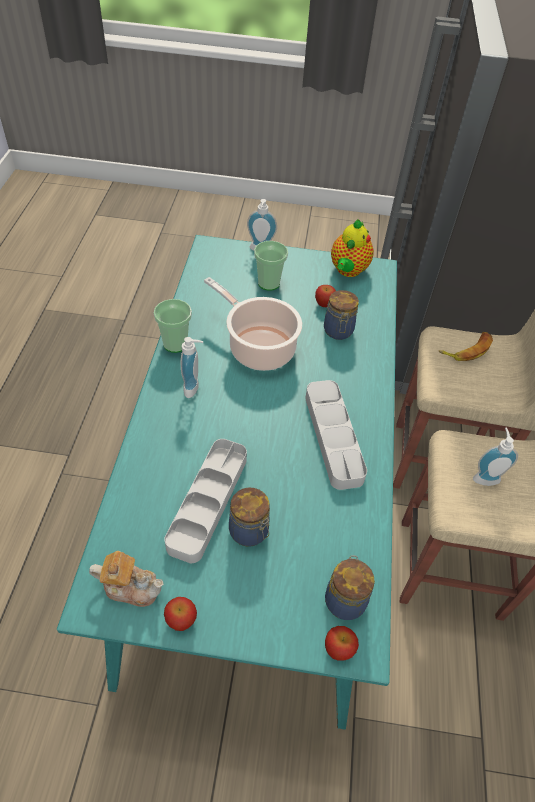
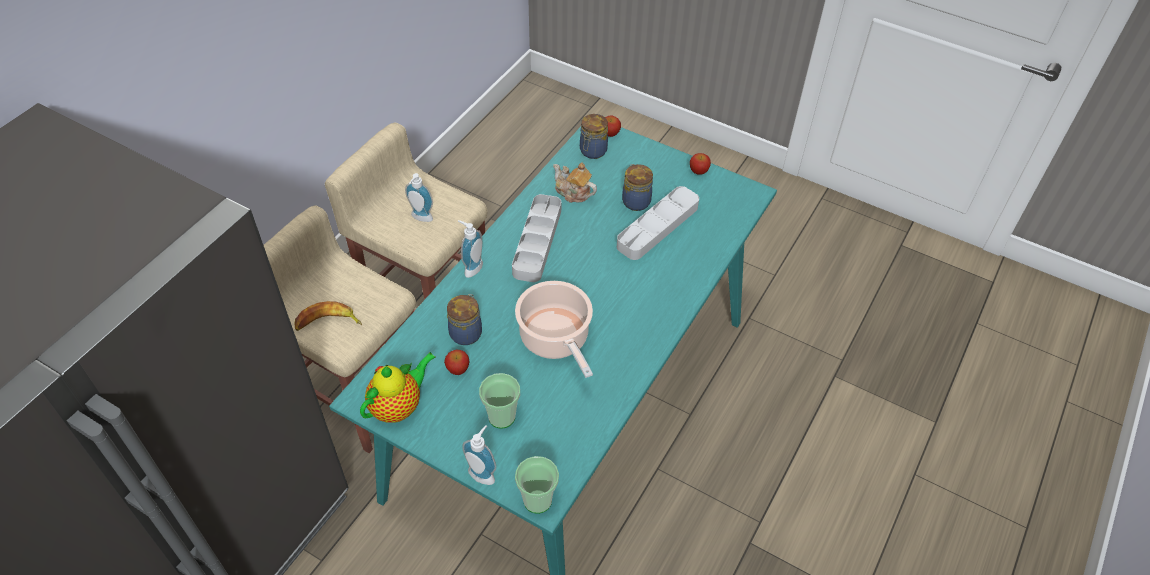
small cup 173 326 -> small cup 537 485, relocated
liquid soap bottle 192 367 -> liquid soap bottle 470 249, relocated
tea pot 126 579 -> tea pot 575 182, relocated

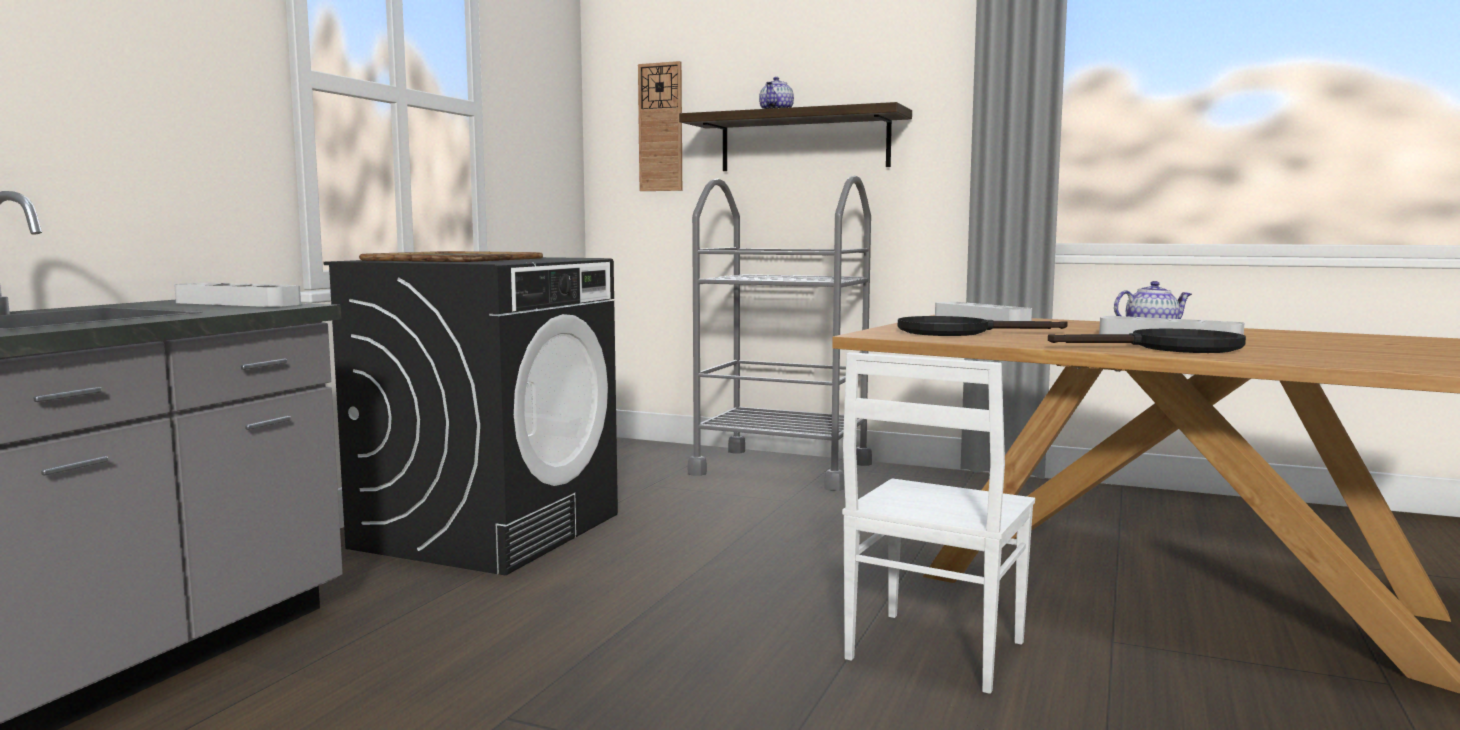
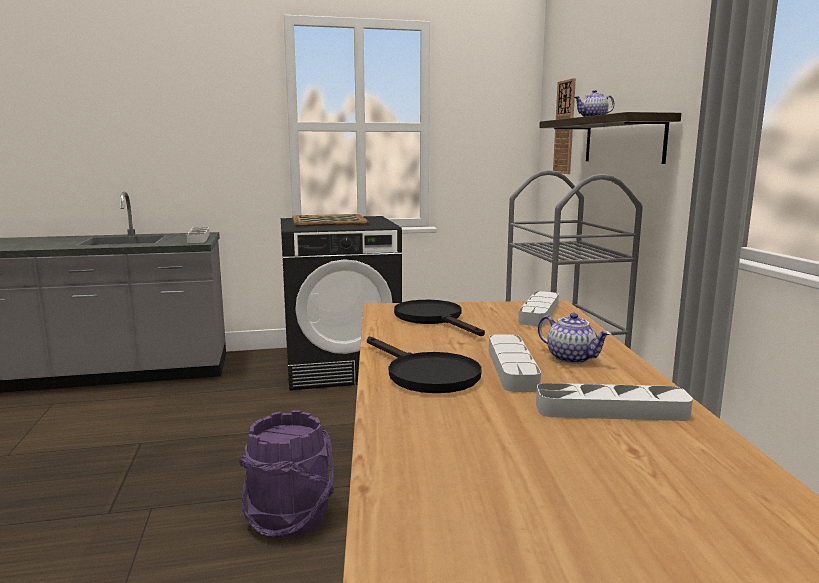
white-coloured chair 938 523 -> purple water bucket 286 474
none -> grey carrying tray 614 402

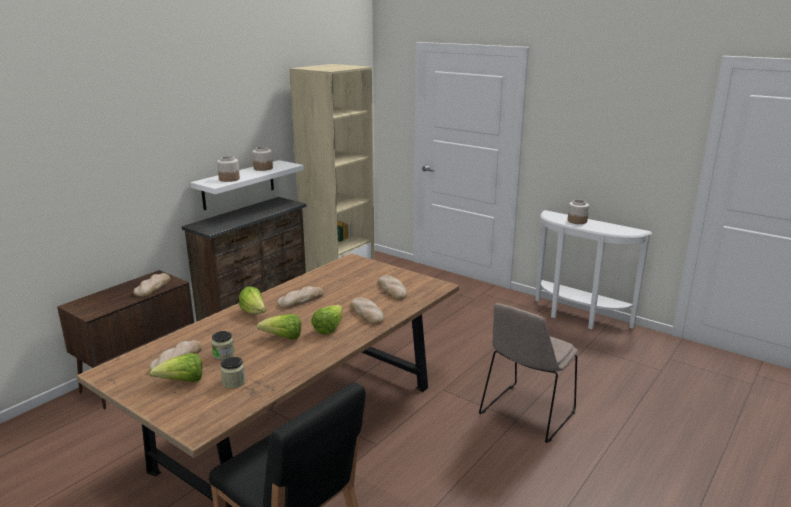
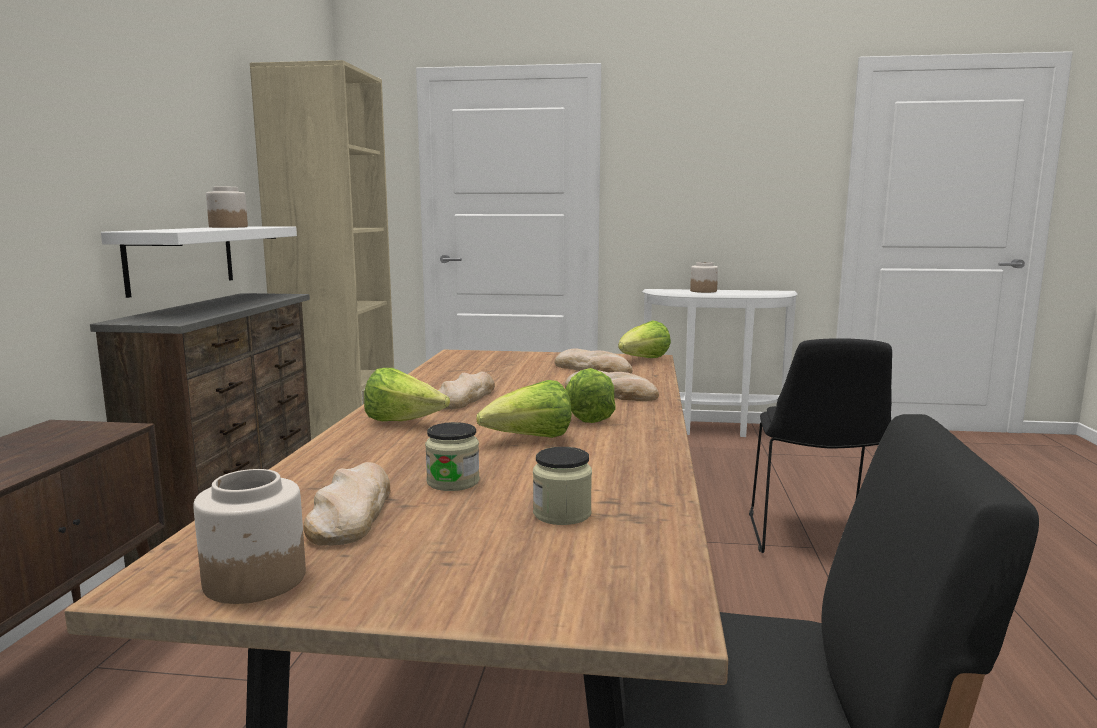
storage jar 228 169 -> storage jar 249 536, relocated
bread 152 285 -> none
beige-coloured chair 528 373 -> black-coloured chair 820 445
lettuce 176 367 -> lettuce 644 339, relocated

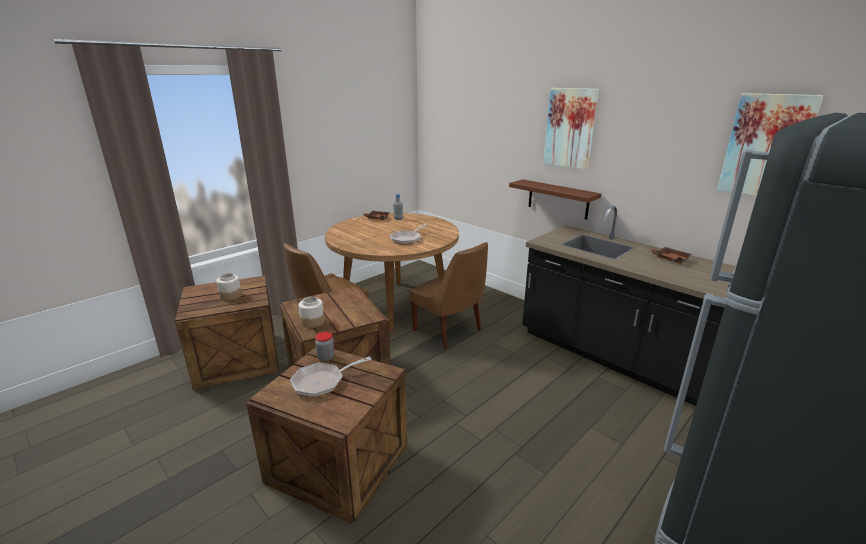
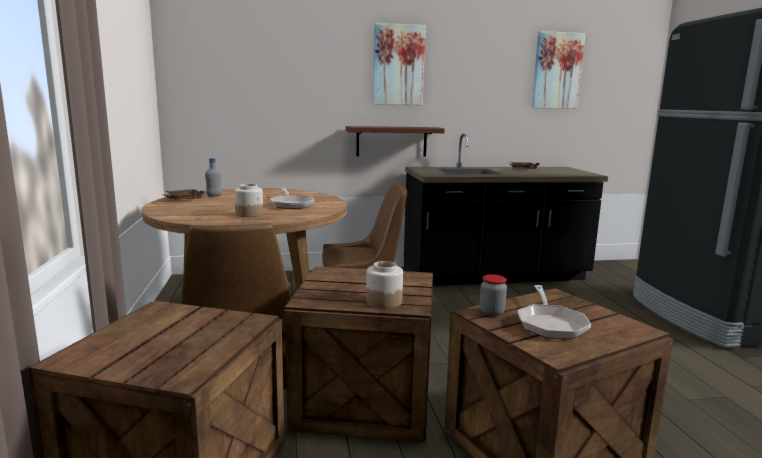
storage jar 229 287 -> storage jar 248 200, relocated

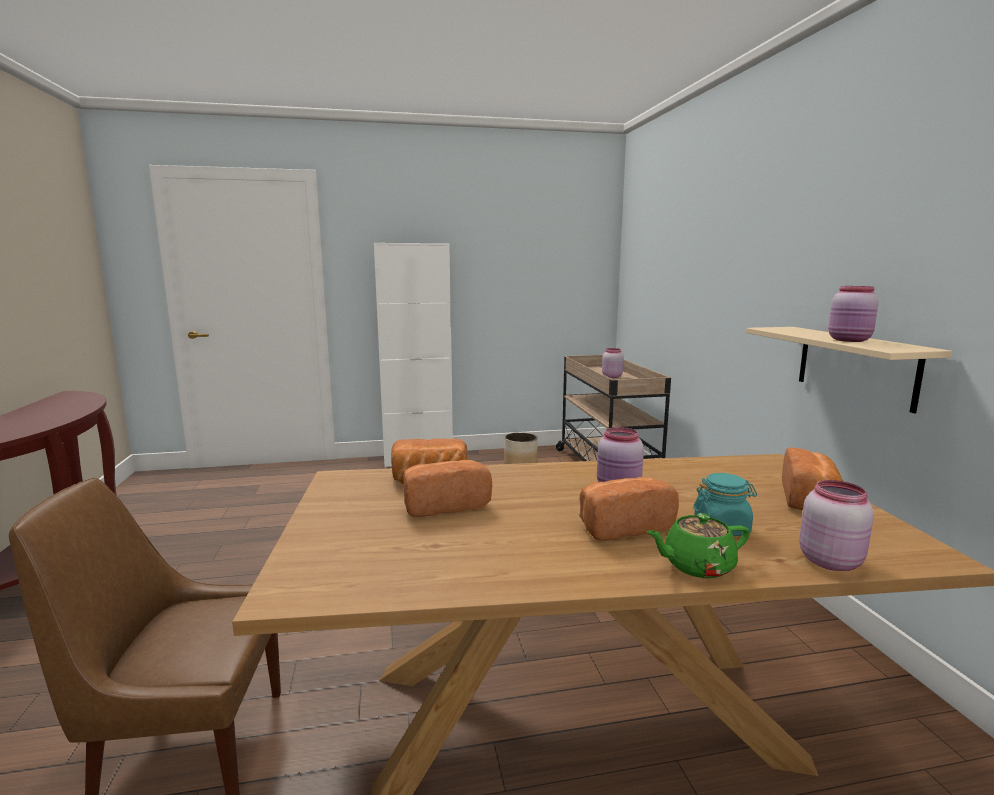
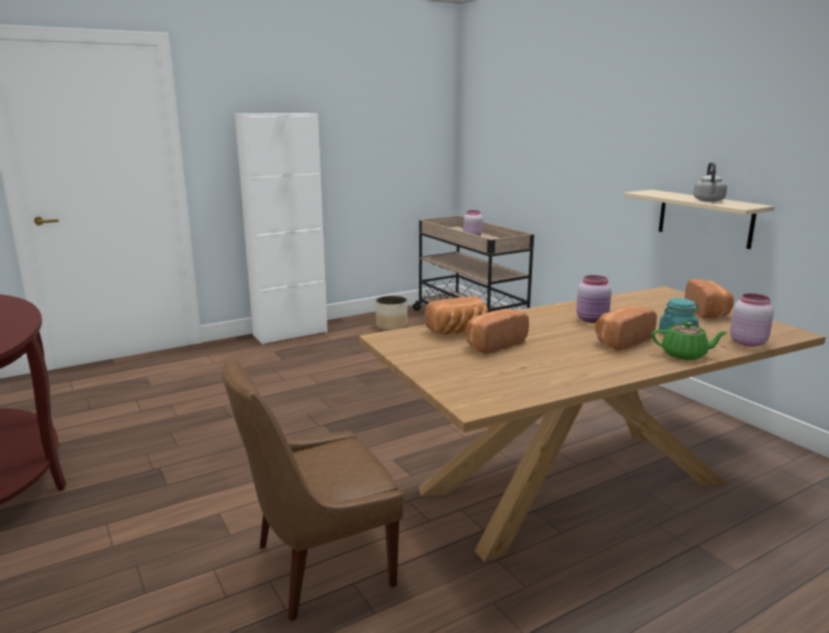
pink-coloured storage jar 853 314 -> grey tea kettle 710 182
greenish tea pot 698 545 -> greenish tea pot 689 341, 135 degrees counterclockwise

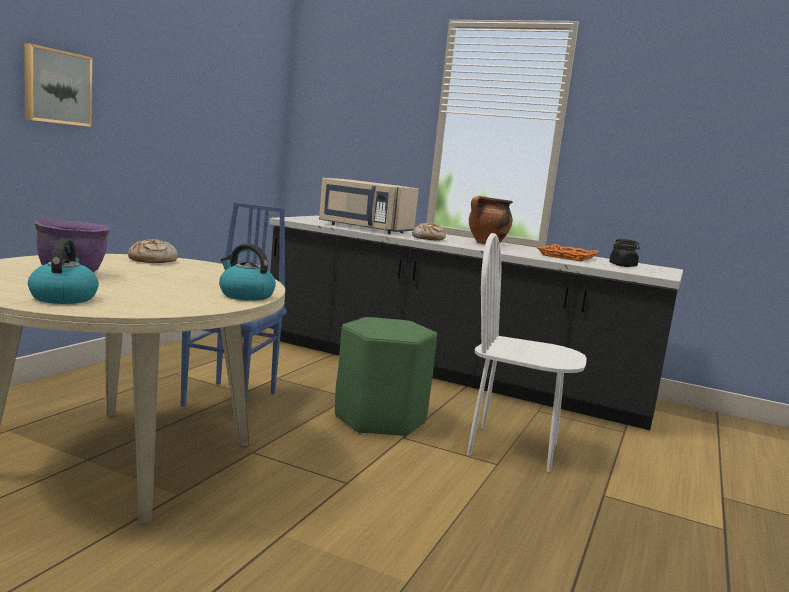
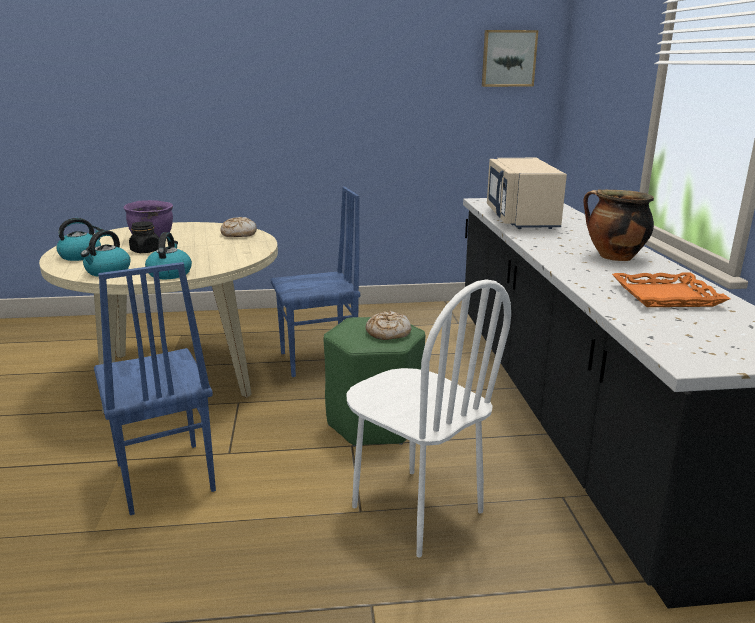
wall picture 58 85 -> wall picture 510 58, relocated
bread 429 232 -> bread 388 325, relocated
white-coloured chair 527 352 -> white-coloured chair 429 418, 150 degrees clockwise
black-coloured storage jar 624 253 -> black-coloured storage jar 144 237, relocated
none -> tea kettle 106 253
none -> bluish chair 155 388

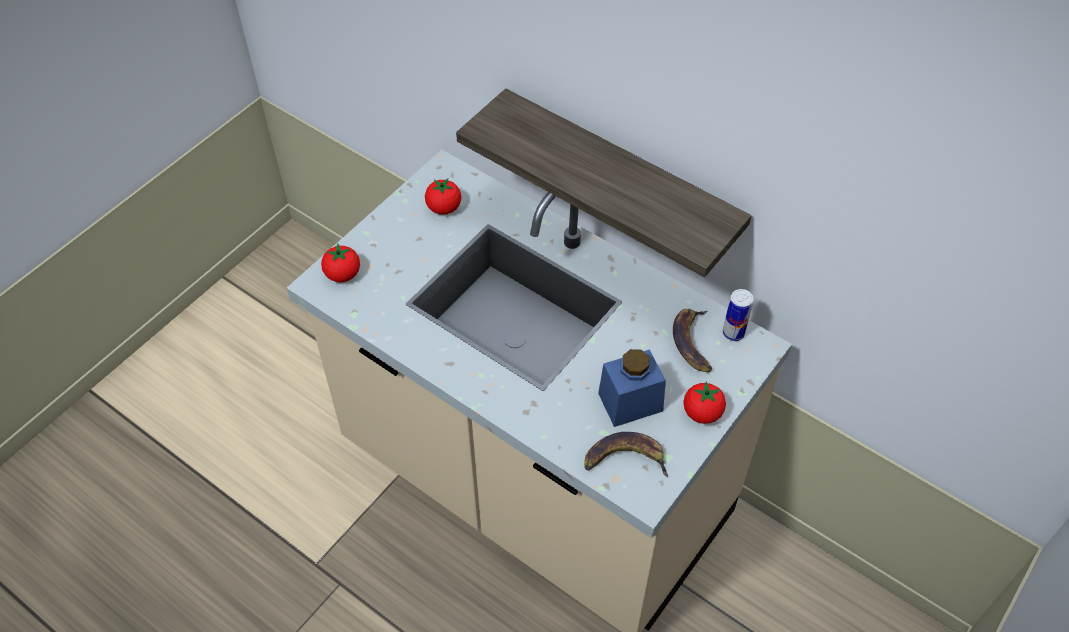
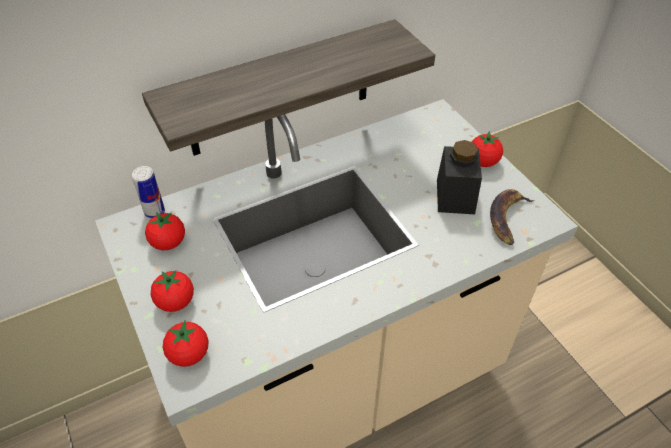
sealed can 738 315 -> sealed can 148 192, relocated
banana 692 340 -> none
bluish storage jar 632 388 -> black-coloured storage jar 459 177
none -> whole tomato 172 291

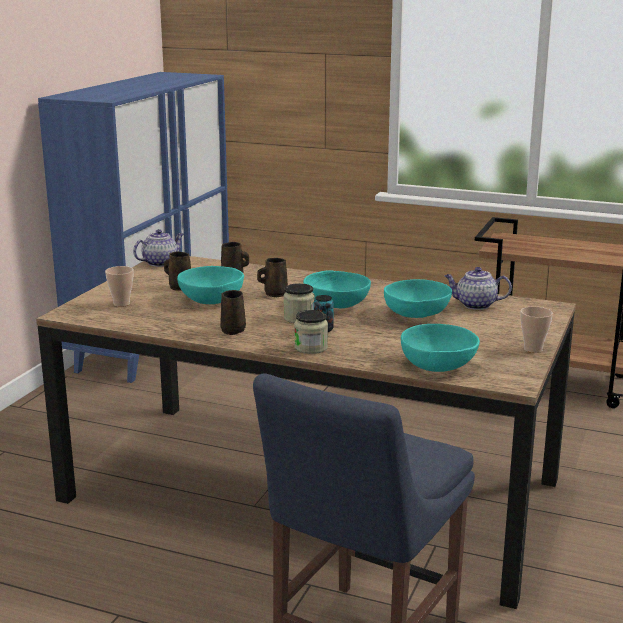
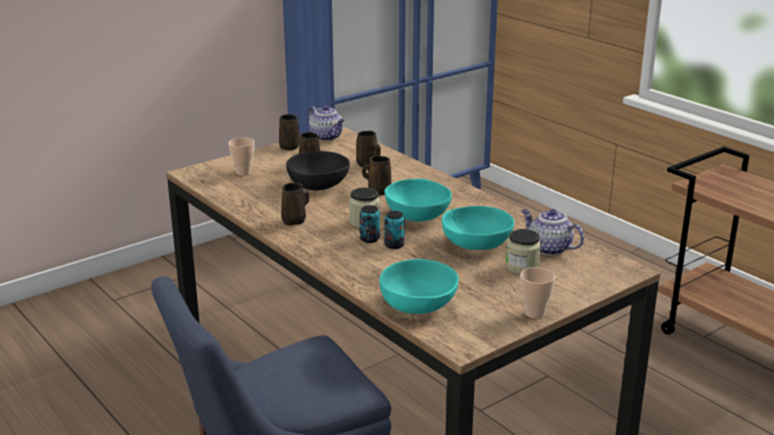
tea pot 158 248 -> tea pot 326 123, 60 degrees clockwise
turquoise deep dish 210 285 -> black-coloured deep dish 318 170
storage jar 311 332 -> storage jar 523 251, relocated
none -> brown mug 289 132
none -> sealed can 394 230

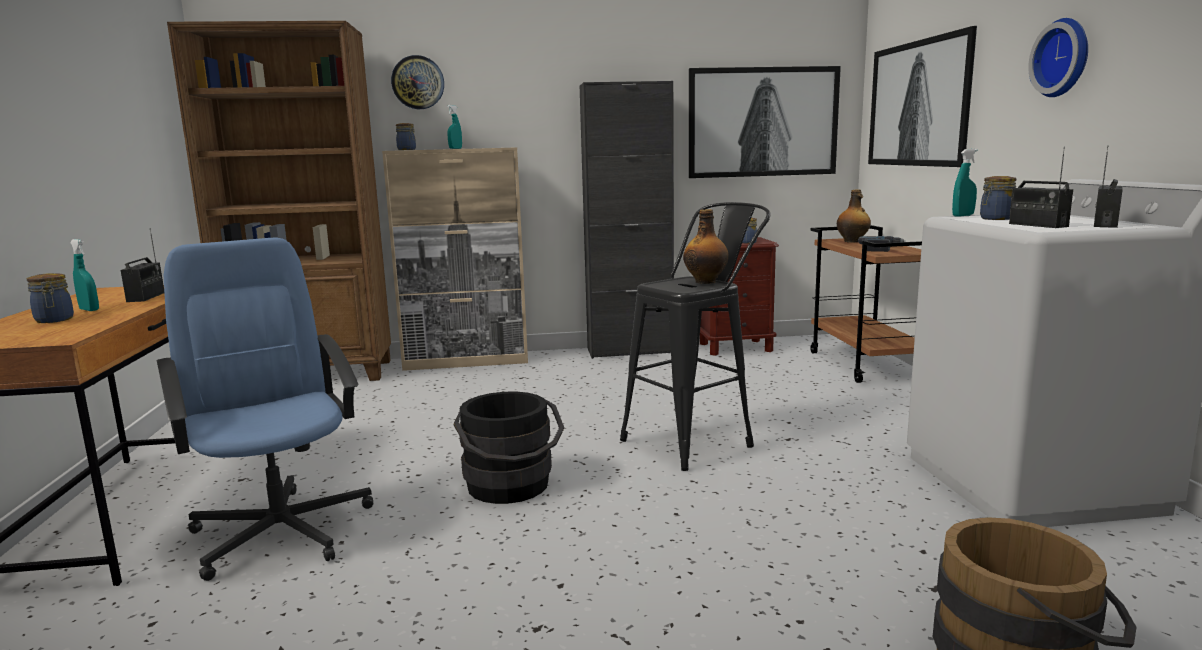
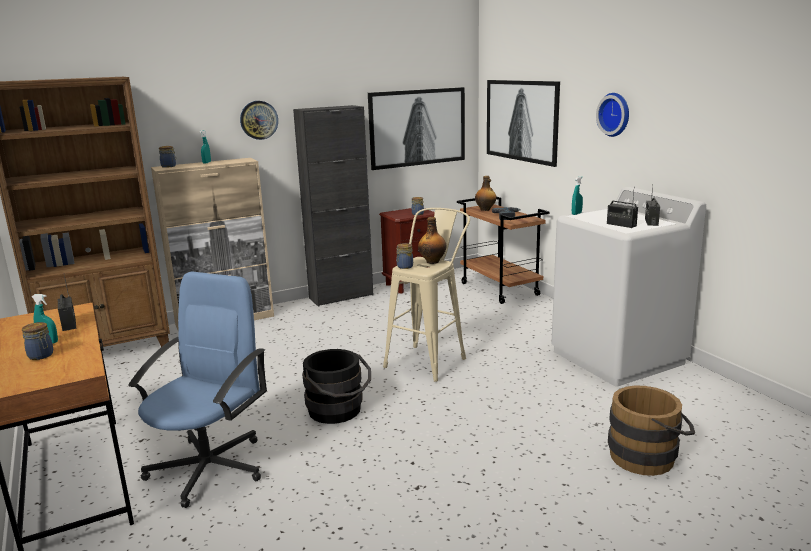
hanging clock 417 82 -> hanging clock 259 120, relocated
storage jar 998 198 -> storage jar 404 256, relocated
black-coloured sitting stool 695 336 -> beige-coloured sitting stool 426 295
bluish computer chair 265 409 -> bluish computer chair 197 390, 75 degrees clockwise

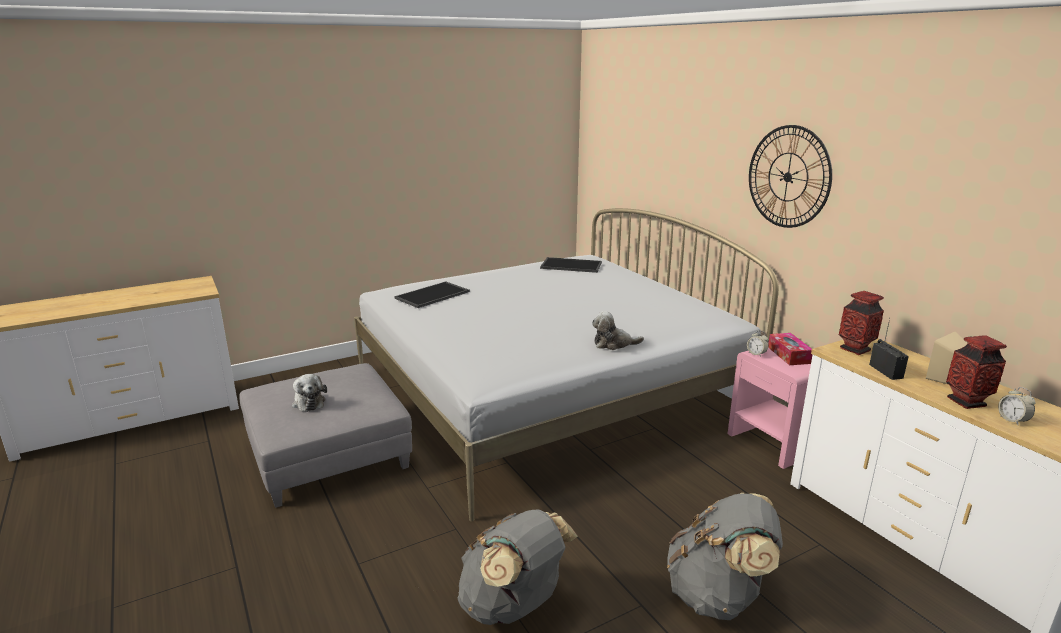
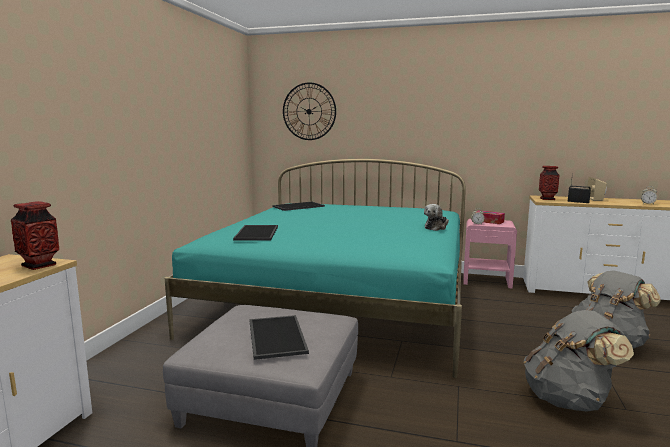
hanging clock 790 176 -> hanging clock 309 111, relocated
white-coloured sleeping bed 566 364 -> turquoise sleeping bed 315 268
flower vase 976 372 -> flower vase 35 235, relocated
soft toy 309 393 -> carrying tray 279 337

